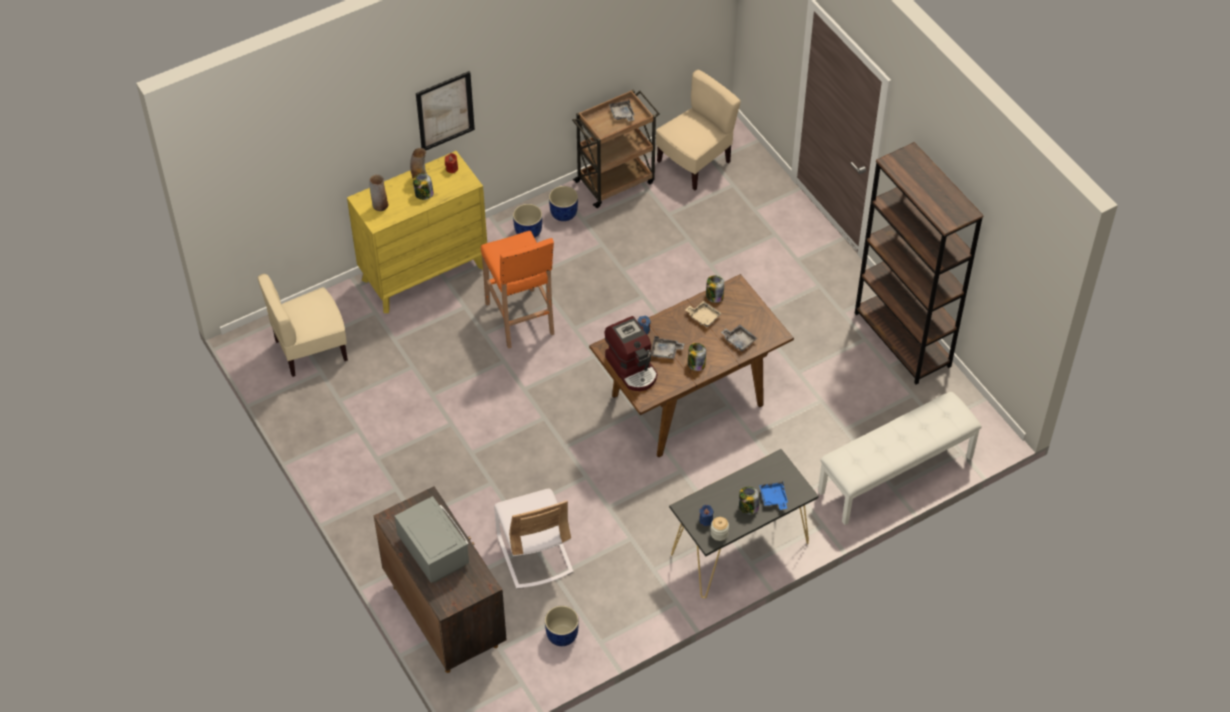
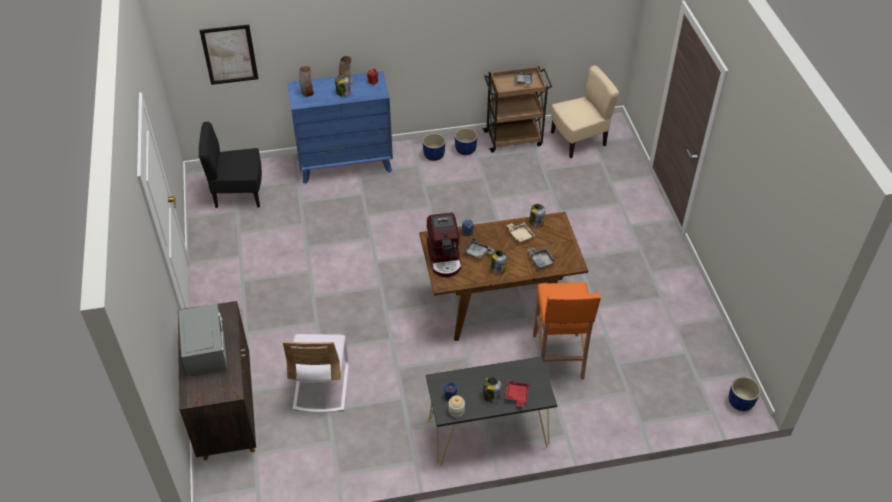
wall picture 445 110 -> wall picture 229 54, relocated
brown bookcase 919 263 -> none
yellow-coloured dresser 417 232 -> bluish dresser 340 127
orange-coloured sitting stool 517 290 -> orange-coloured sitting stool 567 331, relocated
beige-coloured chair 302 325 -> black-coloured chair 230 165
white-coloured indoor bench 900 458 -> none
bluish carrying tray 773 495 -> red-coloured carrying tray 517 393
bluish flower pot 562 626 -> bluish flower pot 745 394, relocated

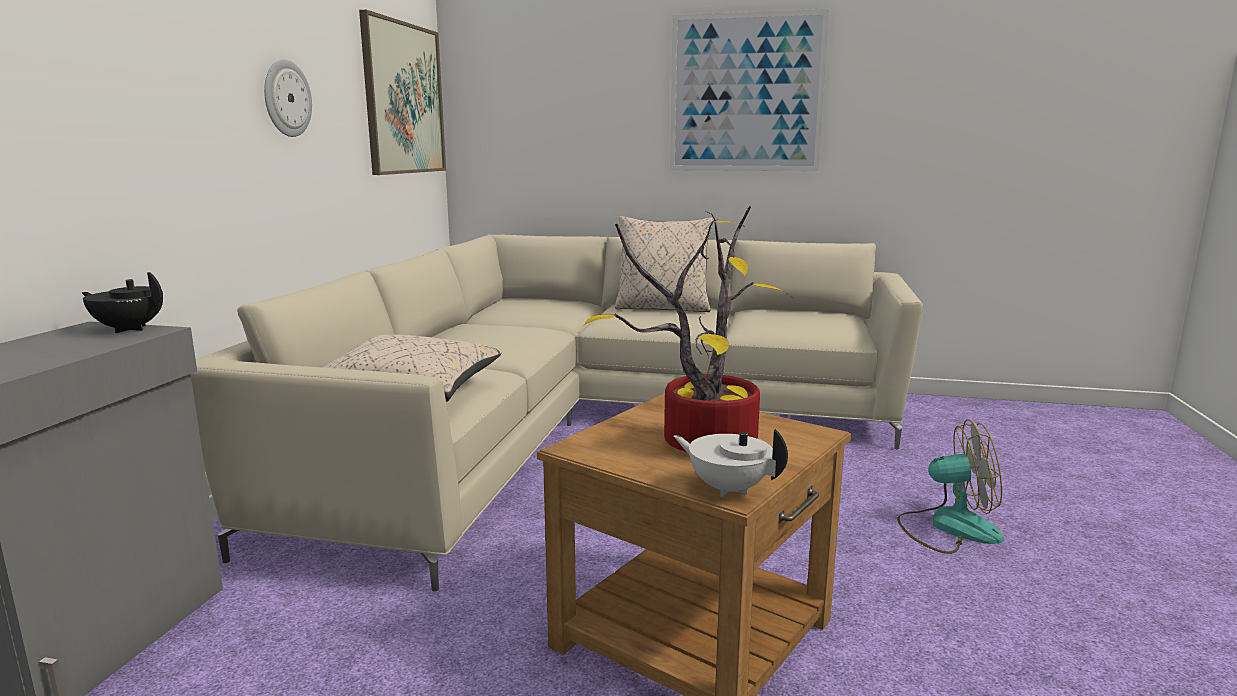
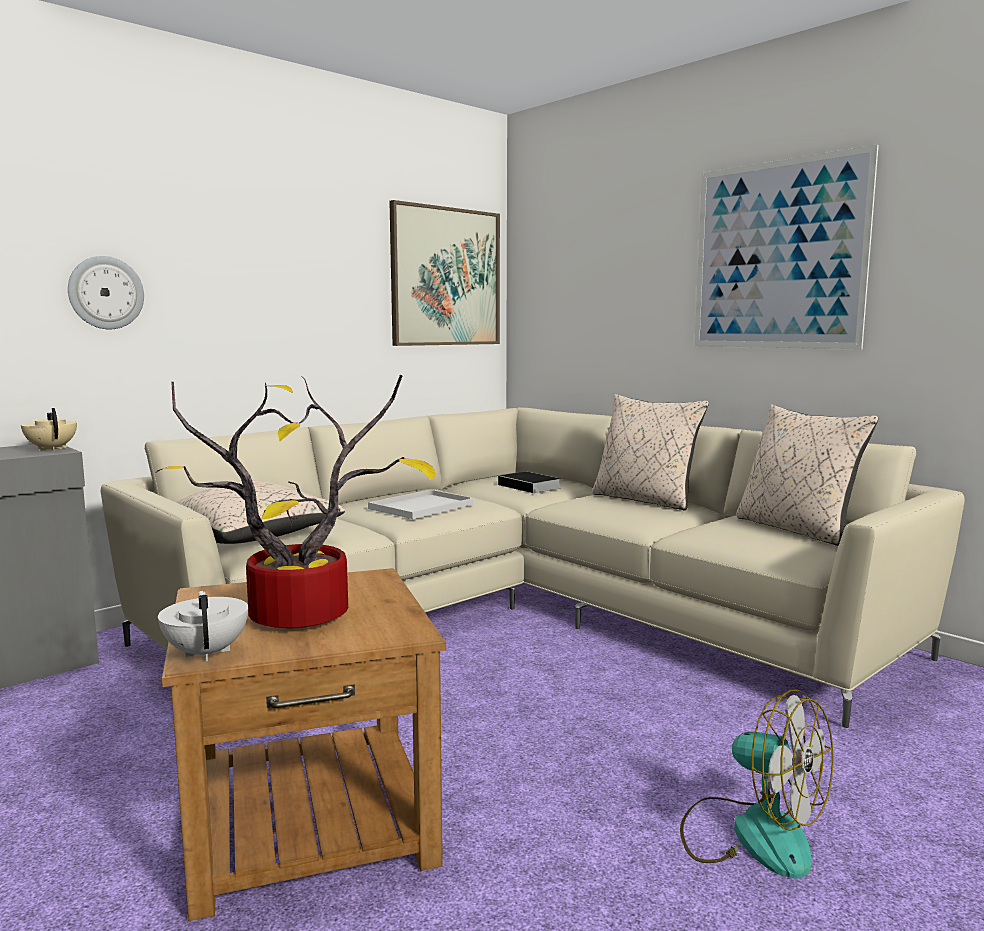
hanging clock 288 98 -> hanging clock 106 292, relocated
black-coloured tea pot 122 302 -> beige-coloured tea pot 49 429
none -> beige-coloured pillow 807 475
none -> volume 529 483
none -> white-coloured carrying tray 421 504

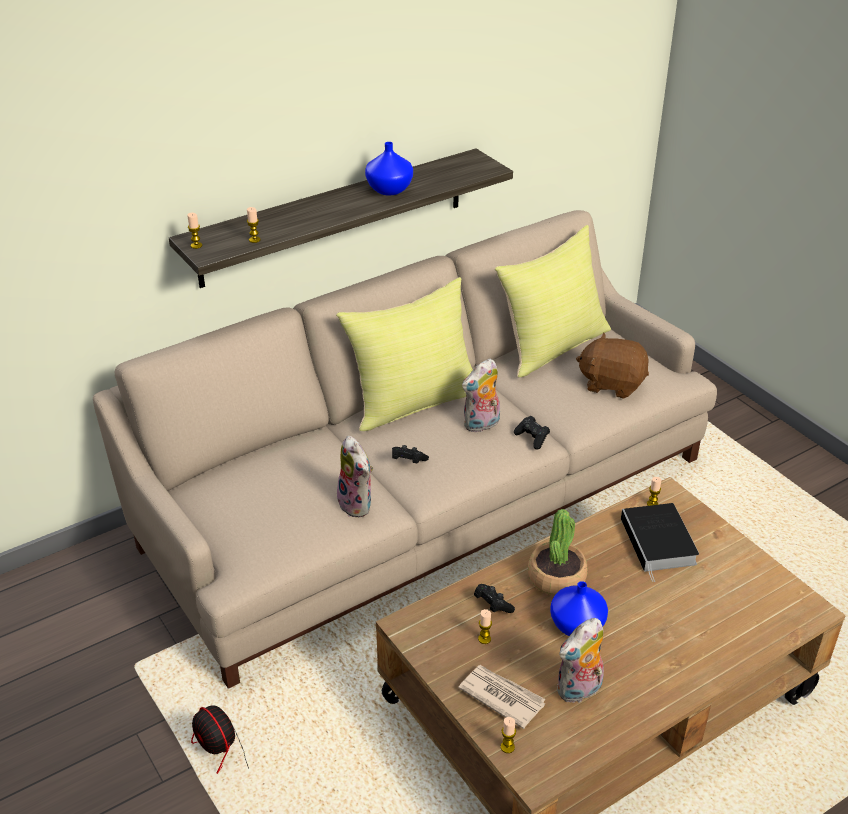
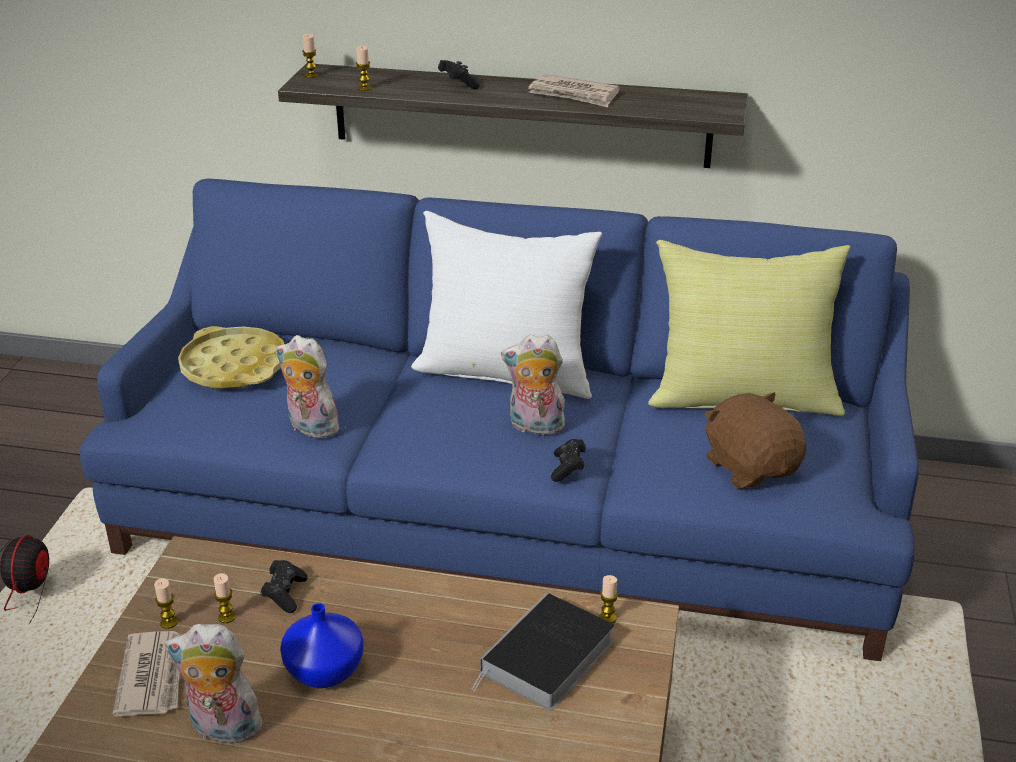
bluish flower vase 389 168 -> newspaper 574 90
beige-coloured settee 405 449 -> bluish settee 499 420
yellow-coloured pillow 404 354 -> white-coloured pillow 506 305
soft toy 355 476 -> soft toy 307 386, 105 degrees clockwise
black-coloured joypad 410 454 -> black-coloured joypad 459 74, relocated
potted plant 558 552 -> none
candle 508 735 -> candle 166 604, relocated
none -> yellow-coloured carrying tray 231 357

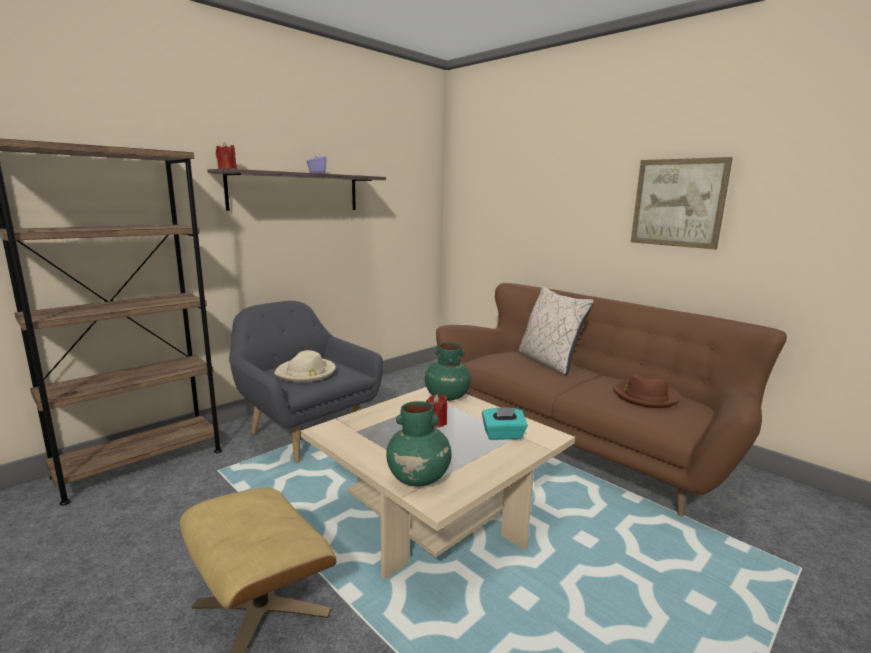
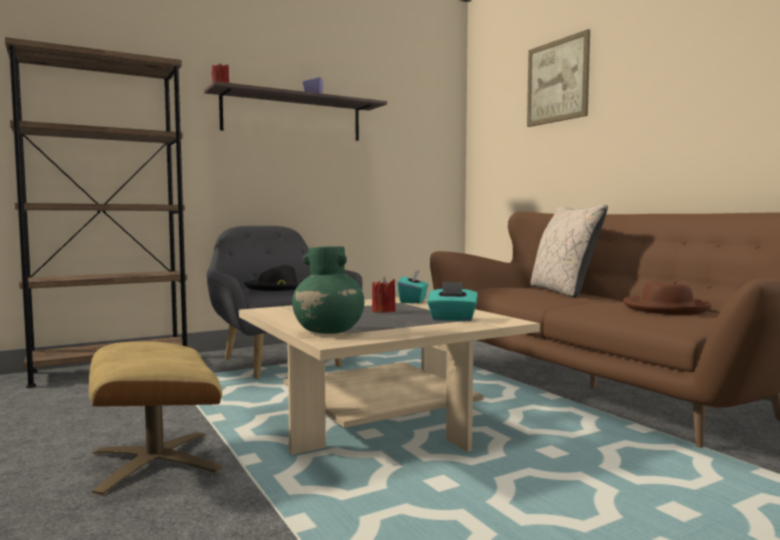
wall picture 682 203 -> wall picture 558 78, relocated
greenish flower vase 448 371 -> turquoise tissue box 413 286
beige-coloured clothing hat 305 366 -> black-coloured clothing hat 274 278

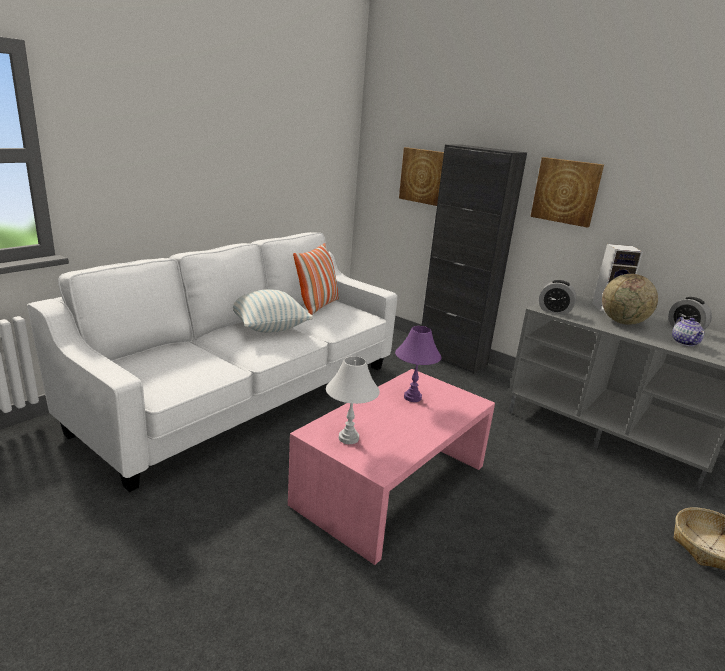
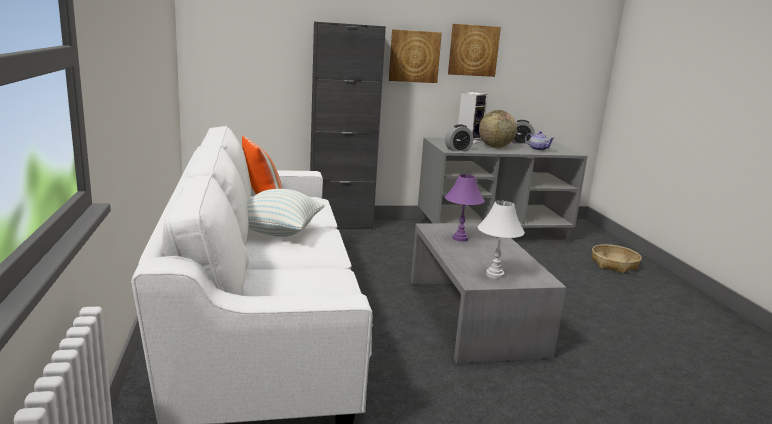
wall picture 421 176 -> wall picture 474 50, relocated
pink-coloured lounge table 391 467 -> grey lounge table 488 293

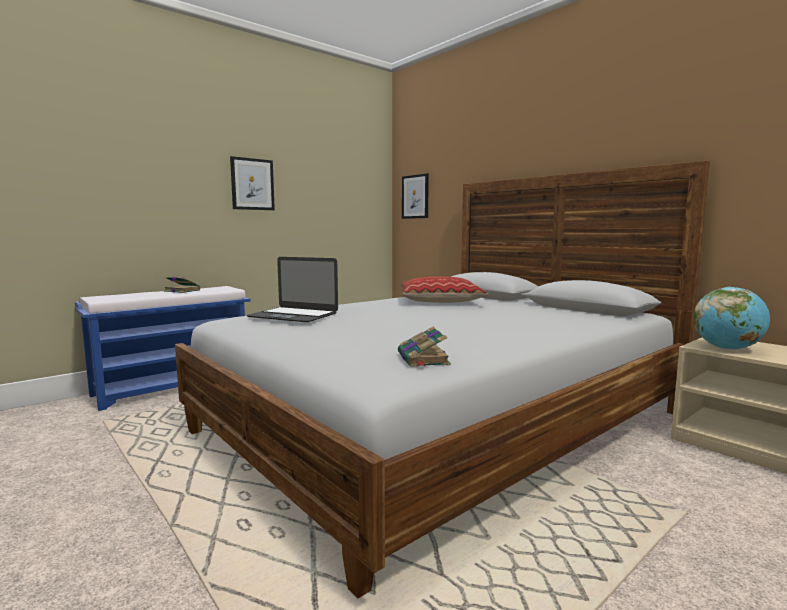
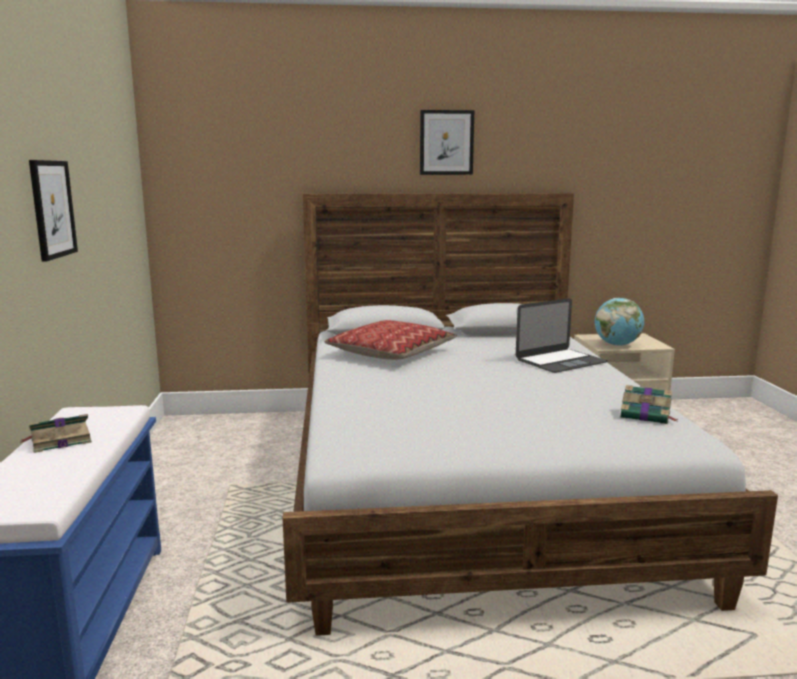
wall picture 415 196 -> wall picture 447 142, relocated
portable computer 292 289 -> portable computer 561 335, relocated

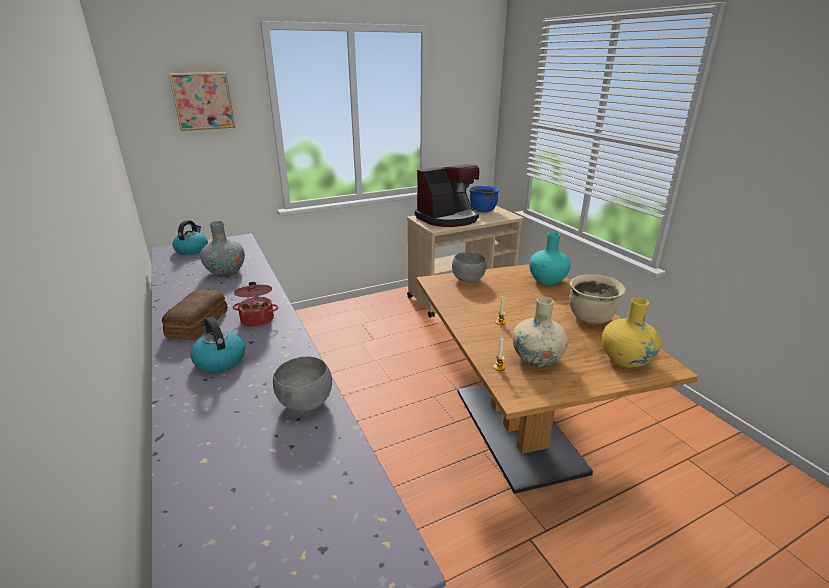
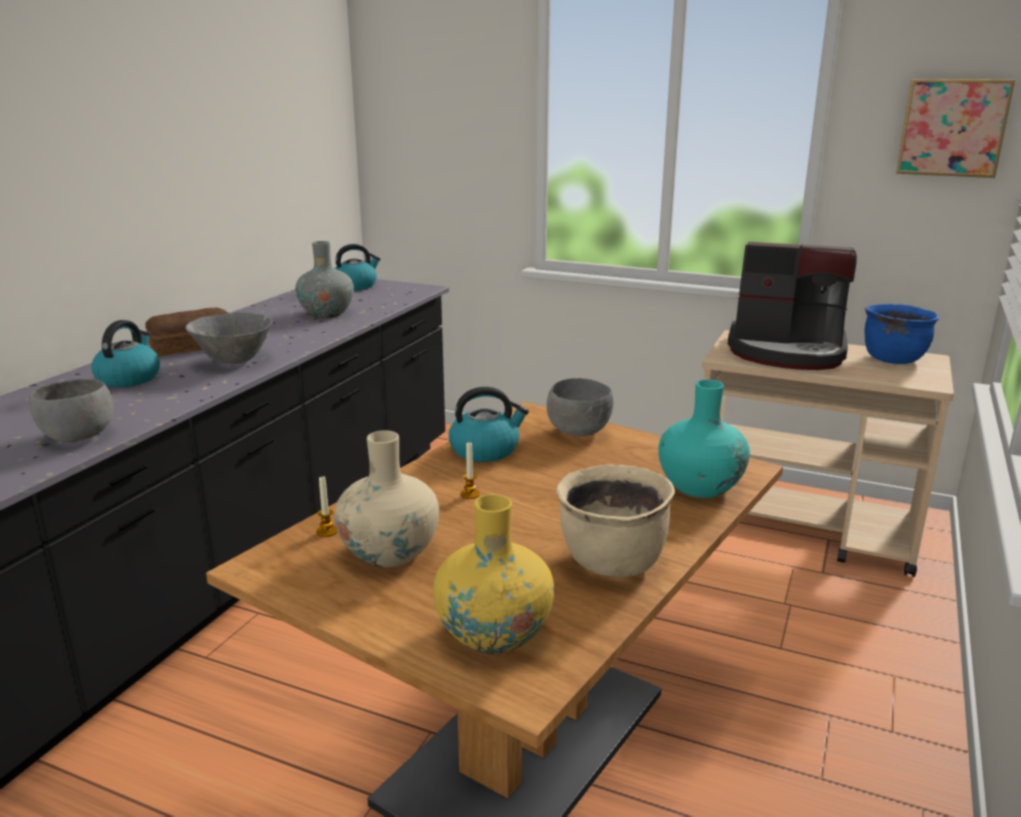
wall picture 202 101 -> wall picture 955 128, relocated
cooking pot 255 304 -> grey deep dish 228 338
none -> tea kettle 489 424

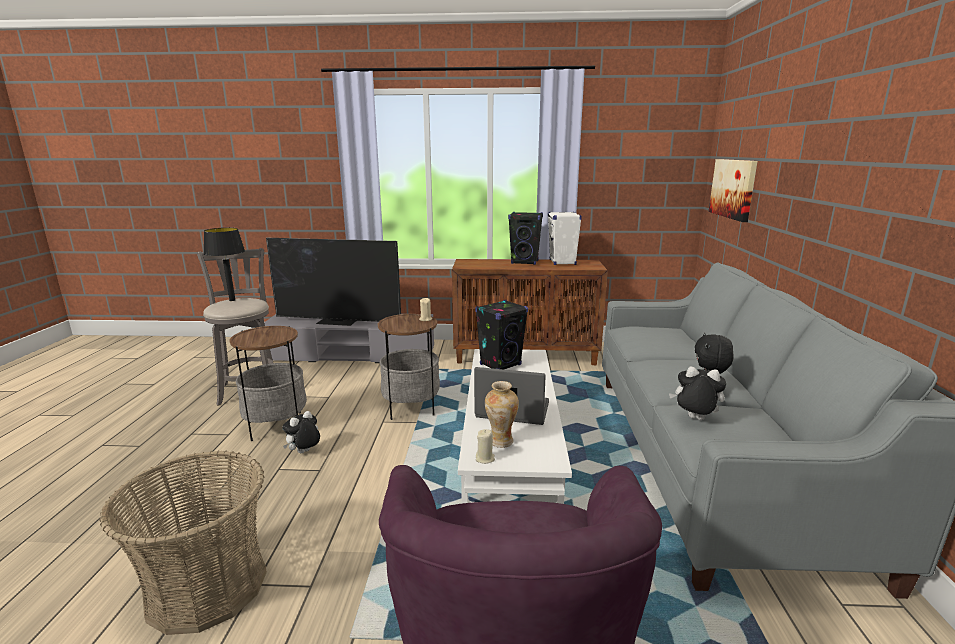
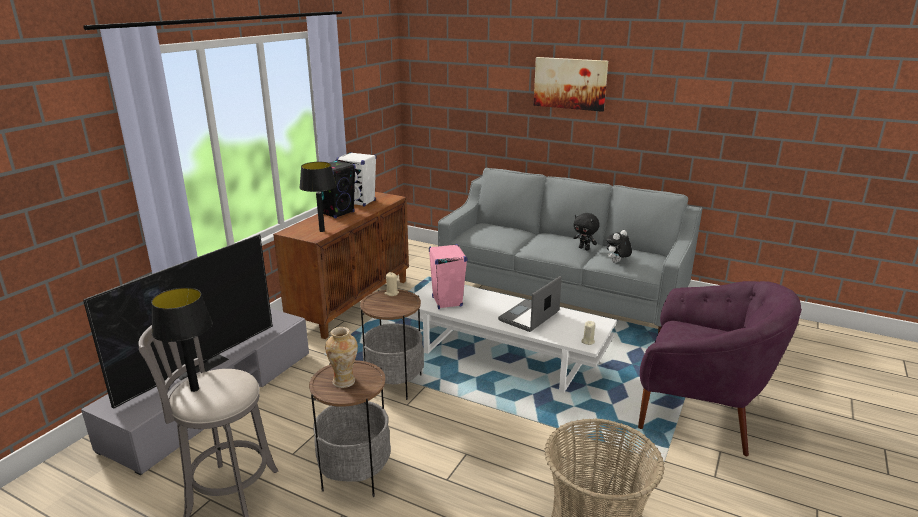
wall picture 733 190 -> wall picture 571 84, relocated
black-coloured audio speaker 501 335 -> pink-coloured audio speaker 448 276
flower vase 502 414 -> flower vase 341 357, relocated
soft toy 301 432 -> none
none -> black-coloured lamp for a table 317 197

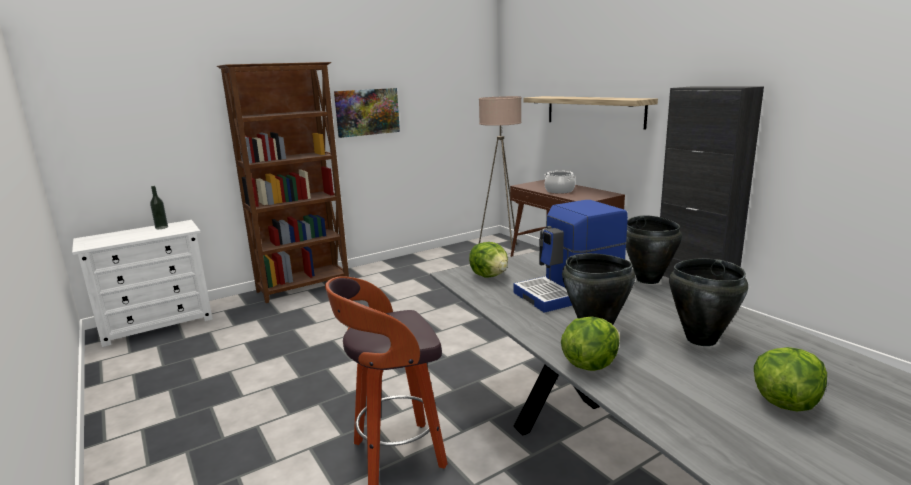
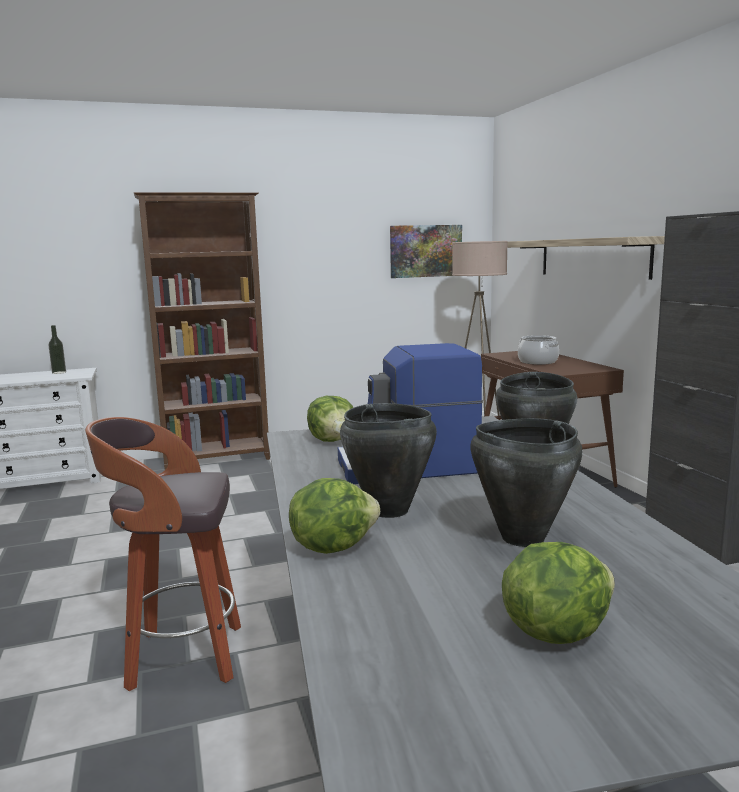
wall picture 367 113 -> wall picture 426 251, relocated

